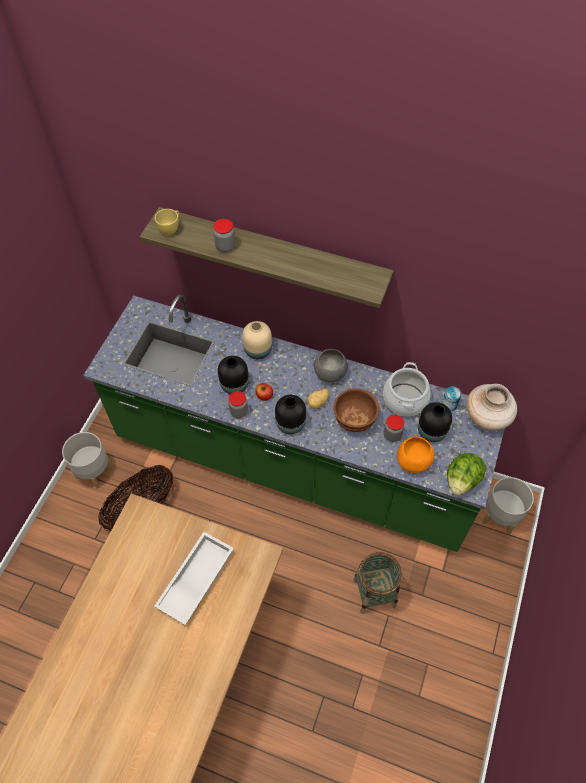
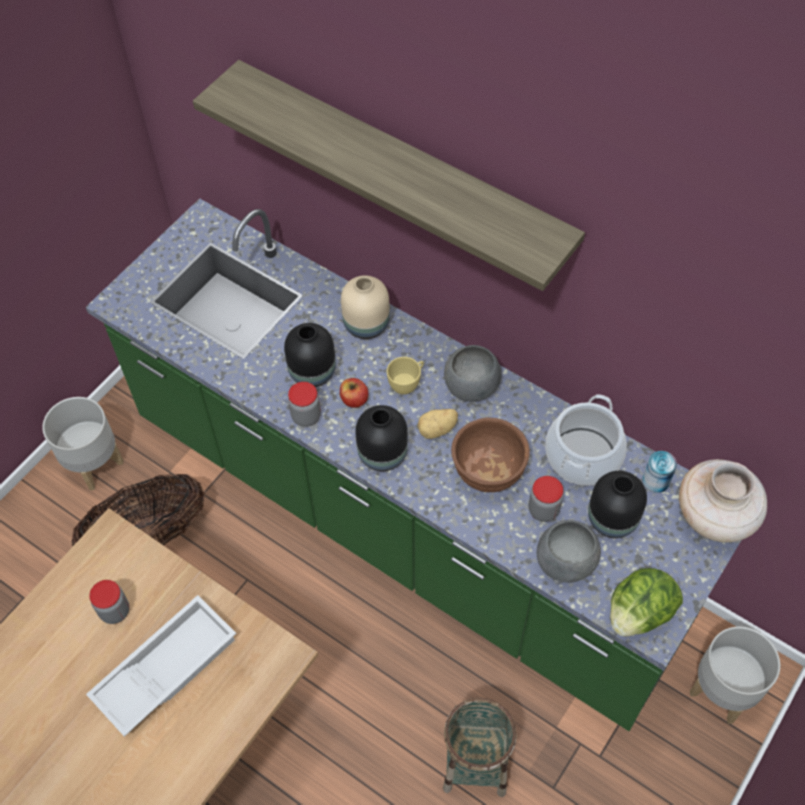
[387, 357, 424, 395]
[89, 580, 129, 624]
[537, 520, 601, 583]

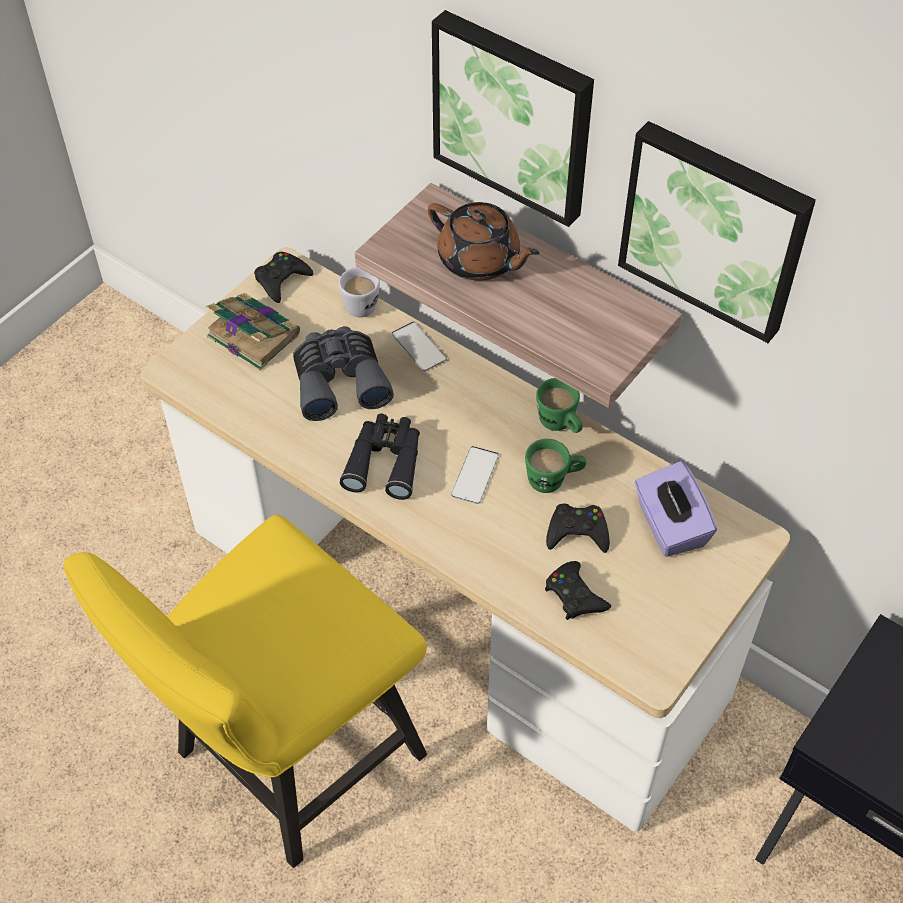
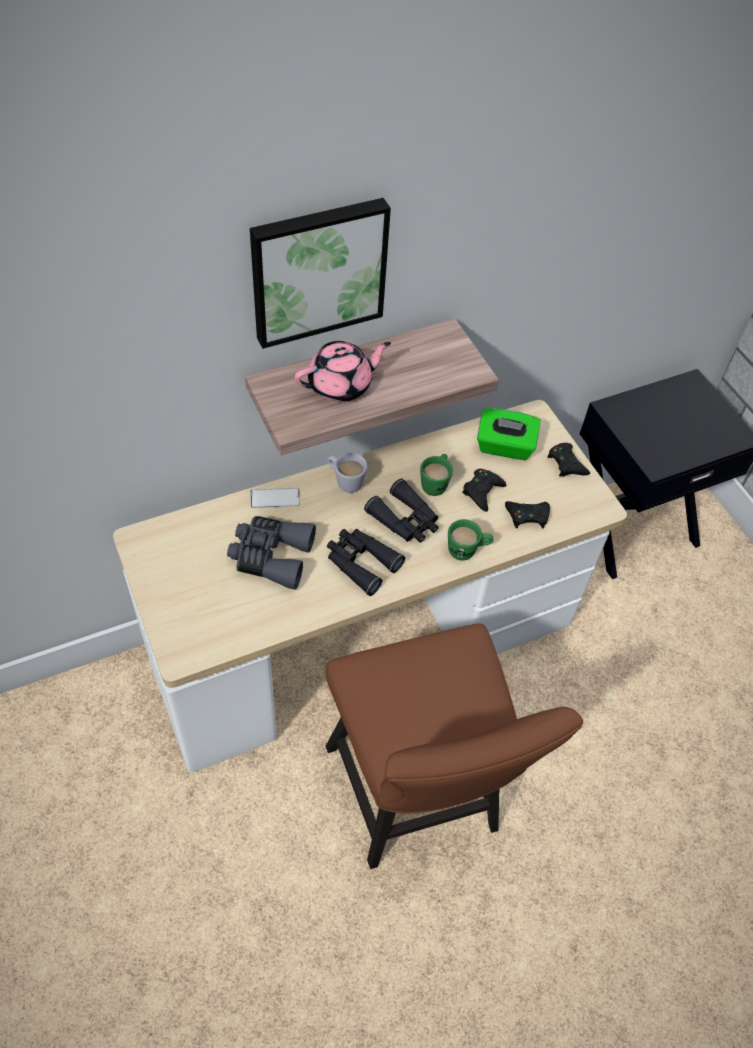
[618, 121, 816, 343] (first image)
[295, 341, 391, 402]
[548, 443, 590, 477]
[327, 453, 367, 493]
[206, 293, 300, 370] (first image)
[448, 519, 494, 560]
[364, 479, 439, 543]
[477, 408, 541, 460]
[326, 623, 583, 869]

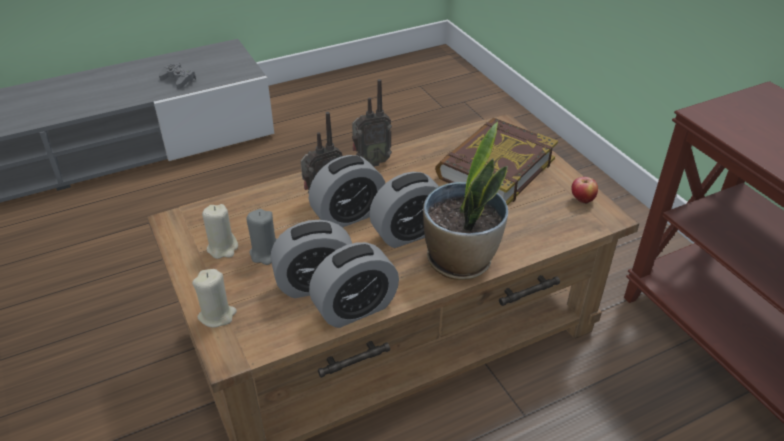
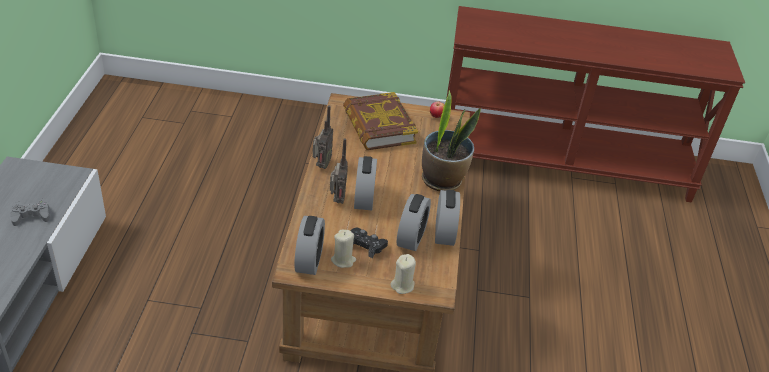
[294, 216, 325, 275]
[351, 227, 388, 258]

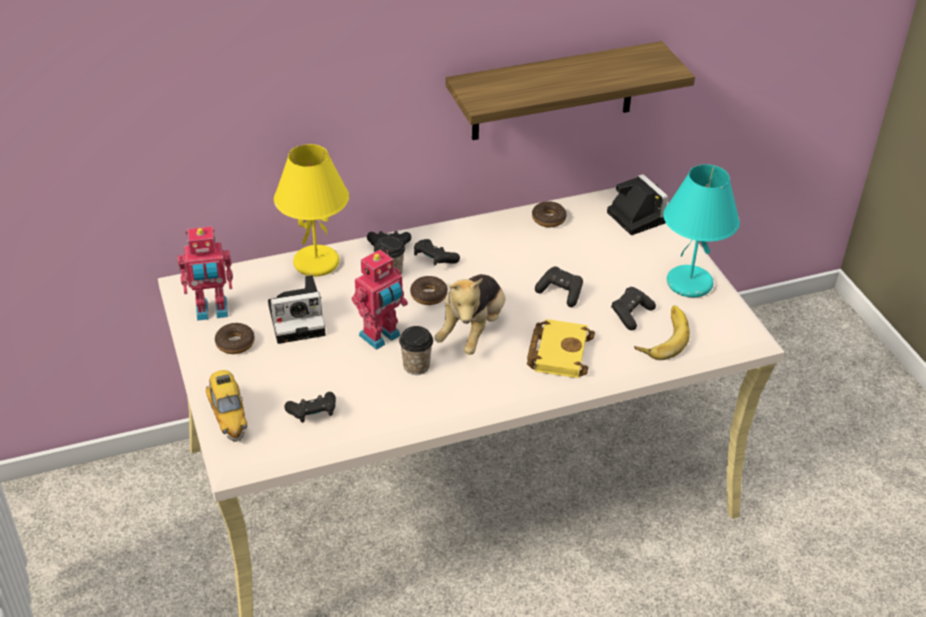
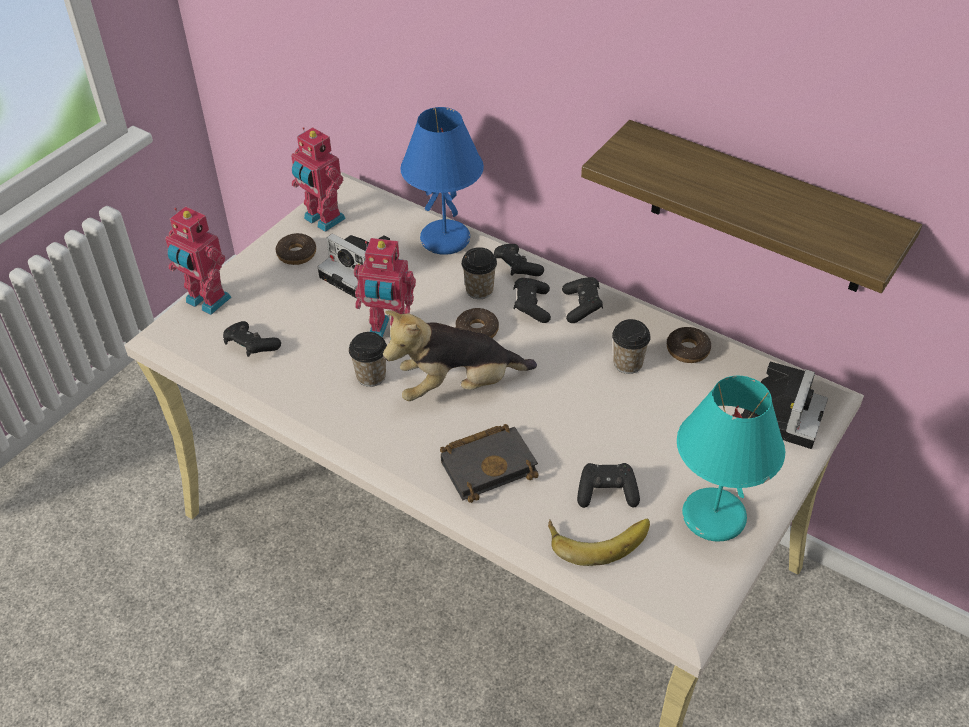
[400, 107, 484, 255]
[562, 277, 603, 323]
[440, 424, 539, 503]
[165, 206, 232, 315]
[612, 319, 651, 374]

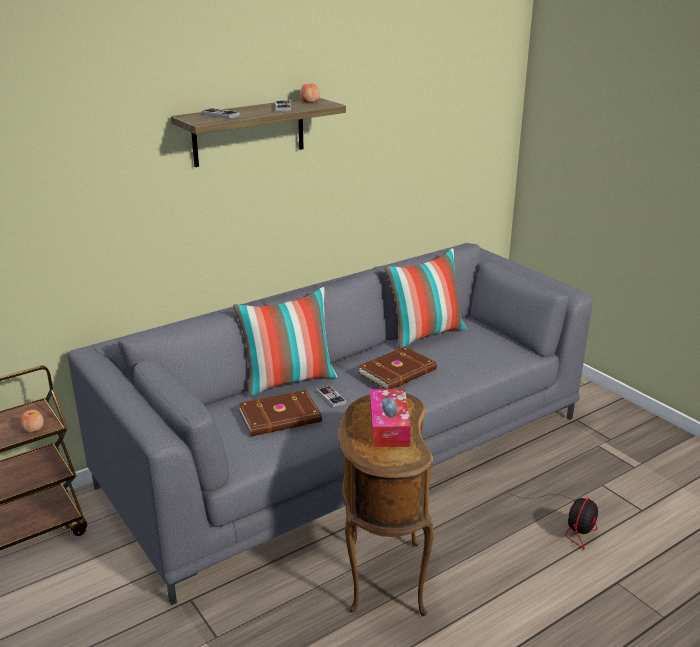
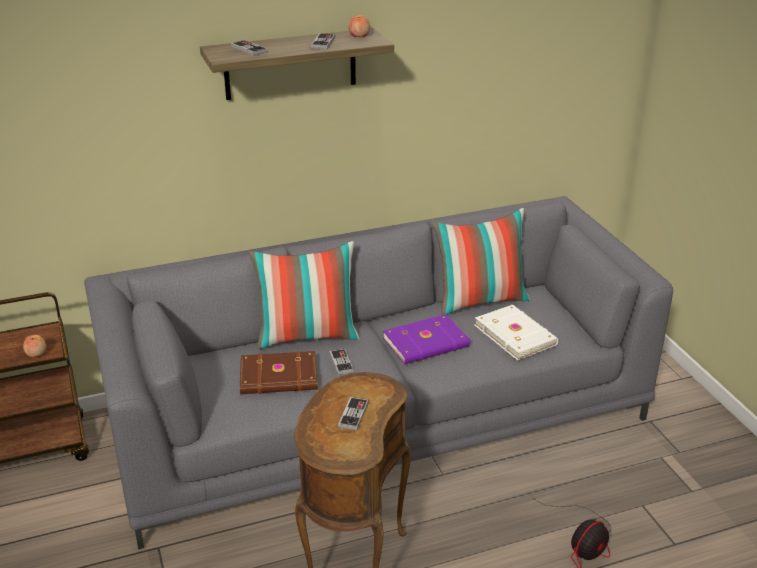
[383, 314, 470, 364]
[338, 397, 369, 430]
[475, 305, 558, 360]

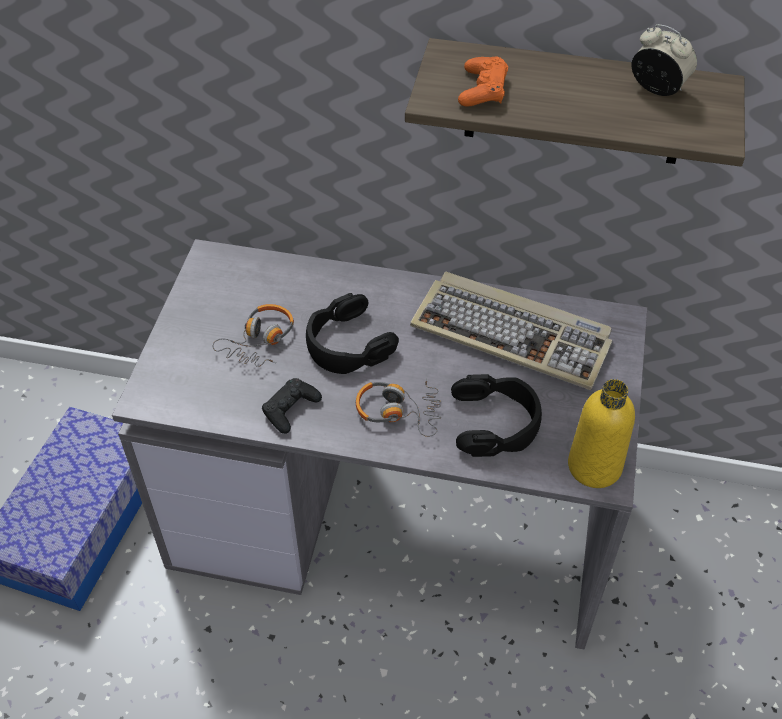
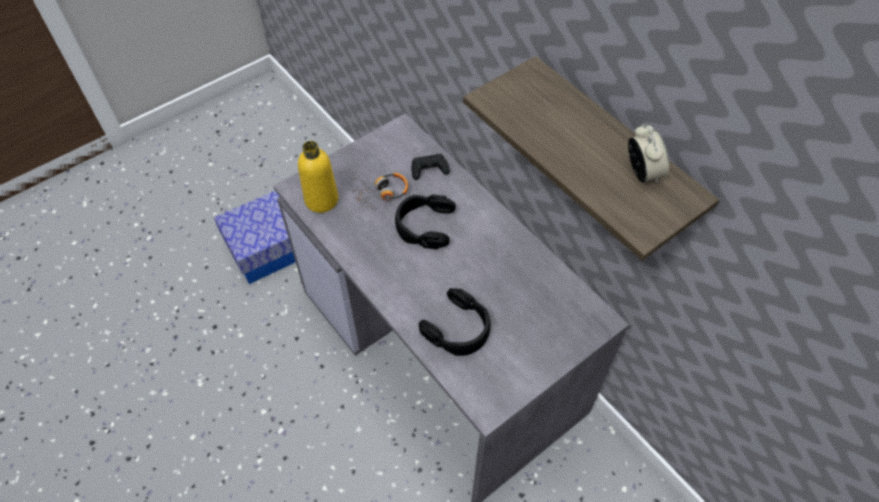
[458, 57, 508, 106] (first image)
[410, 272, 612, 390] (first image)
[412, 154, 450, 180]
[356, 378, 441, 437] (first image)
[298, 141, 338, 213]

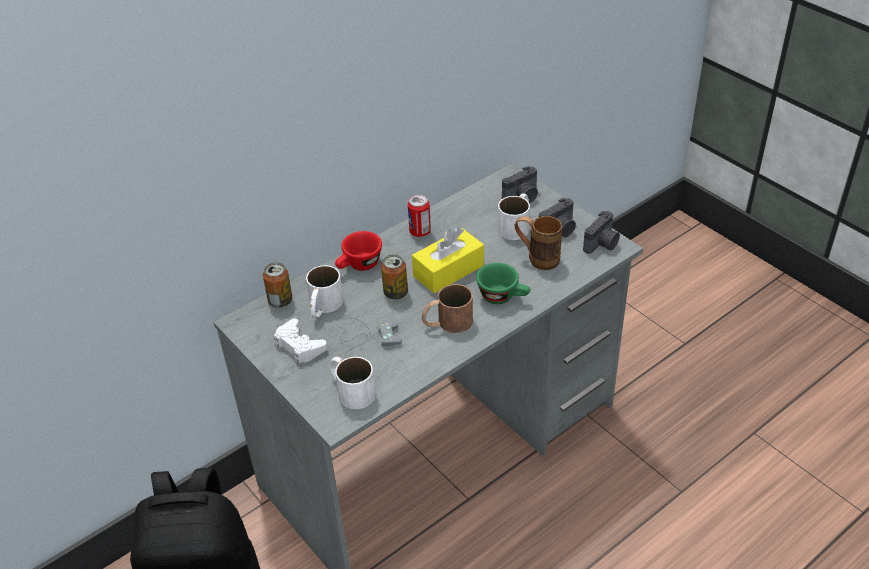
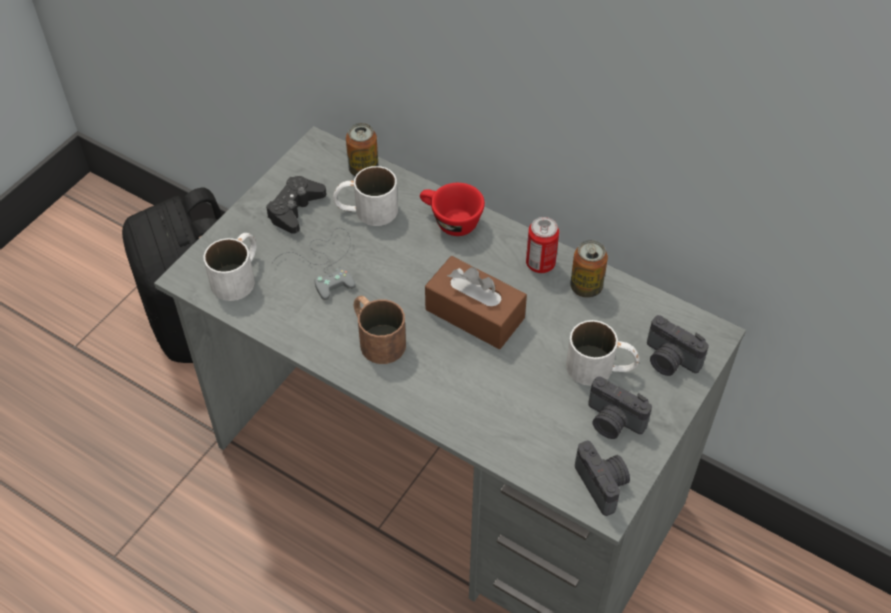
[575, 441, 630, 516]
[515, 216, 562, 270] (first image)
[425, 256, 527, 349]
[570, 240, 608, 298]
[476, 263, 531, 304] (first image)
[266, 176, 326, 234]

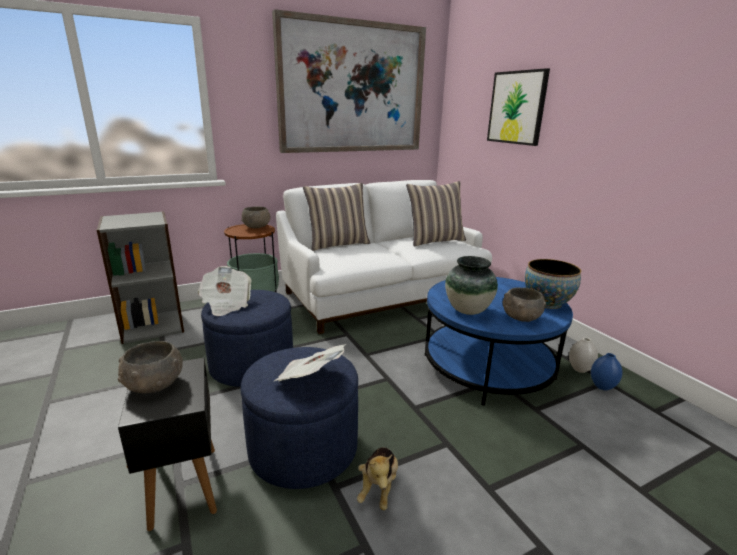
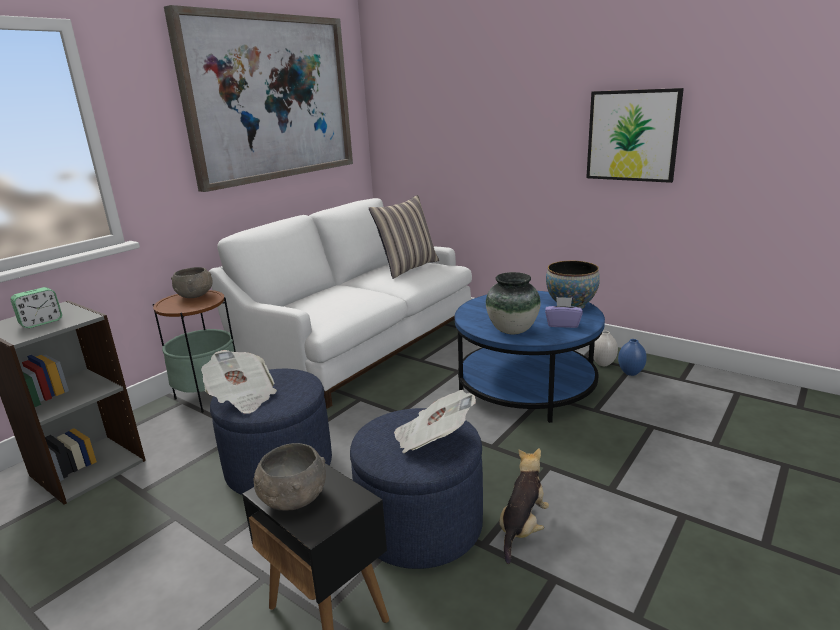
[586, 88, 684, 183]
[303, 183, 370, 251] (first image)
[545, 297, 583, 328]
[500, 448, 549, 564]
[11, 287, 62, 328]

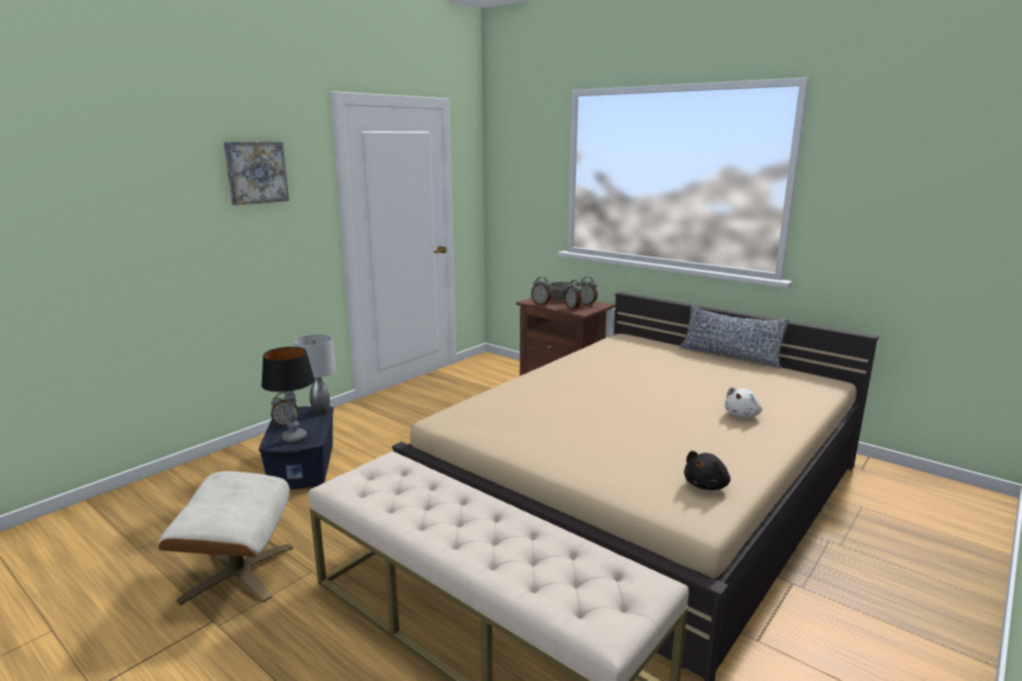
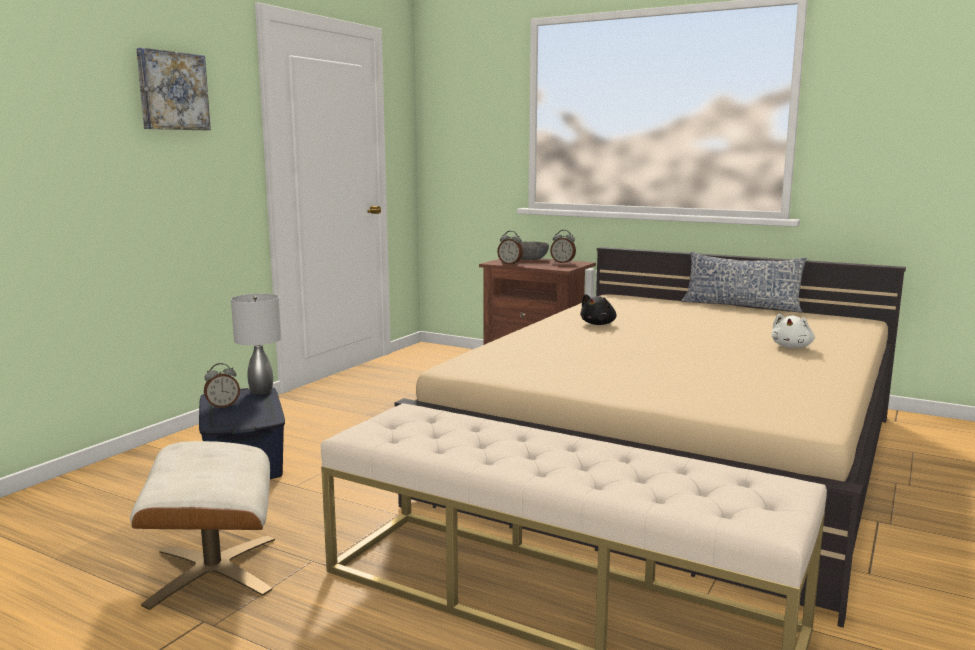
[565, 280, 582, 310] (first image)
[261, 347, 315, 443] (first image)
[580, 294, 617, 325]

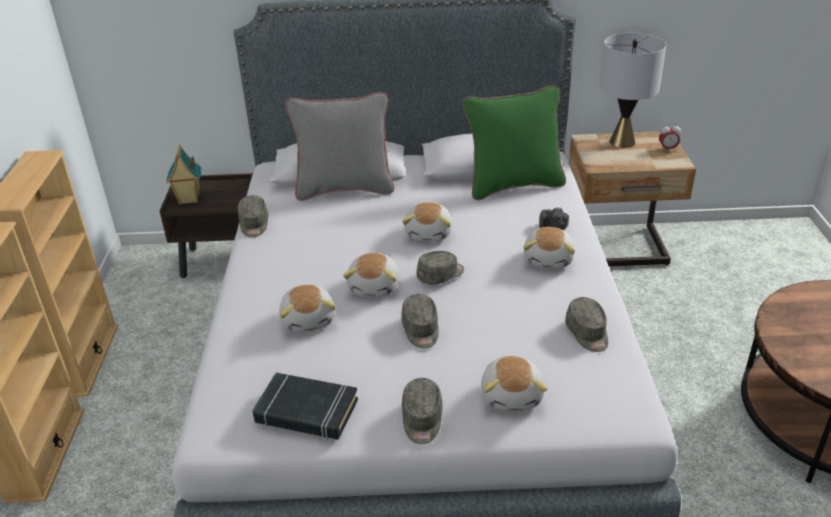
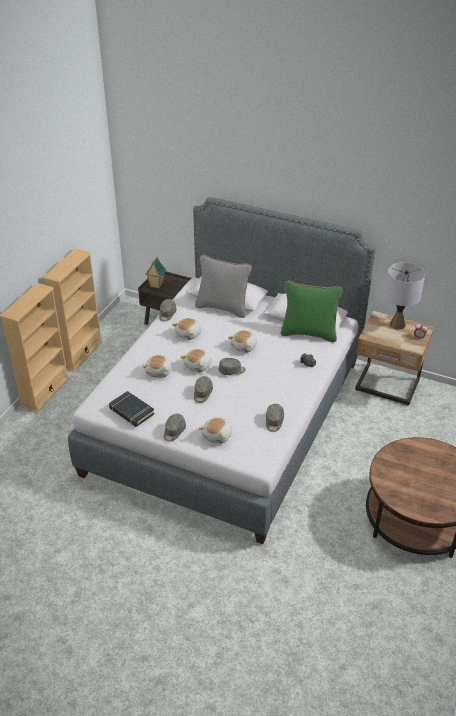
[172, 318, 202, 340]

